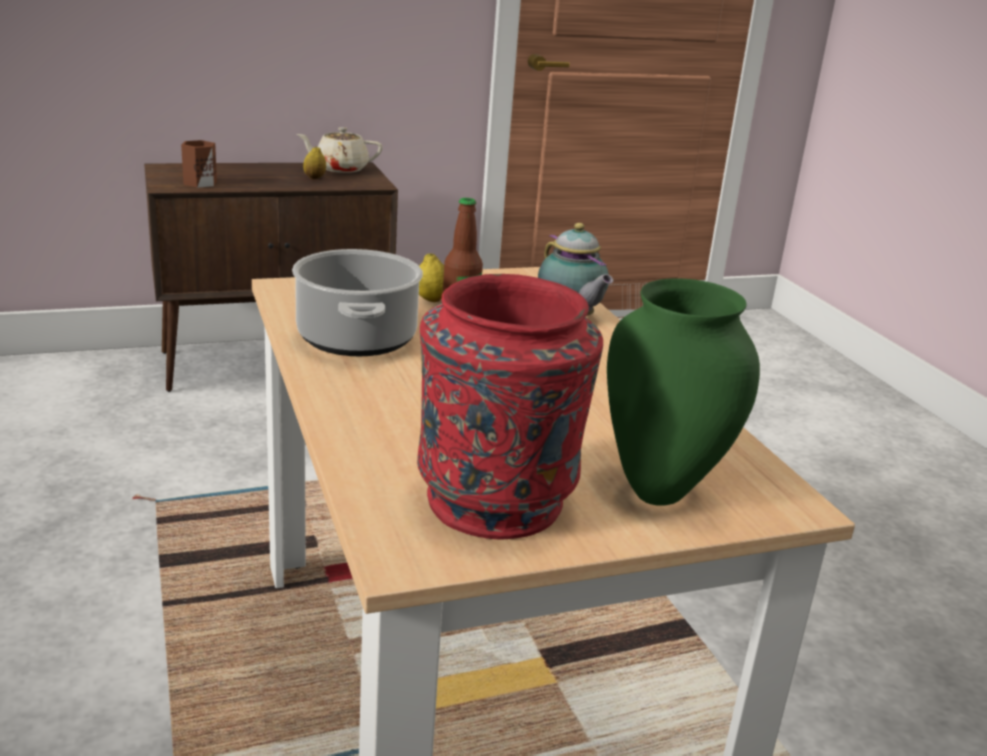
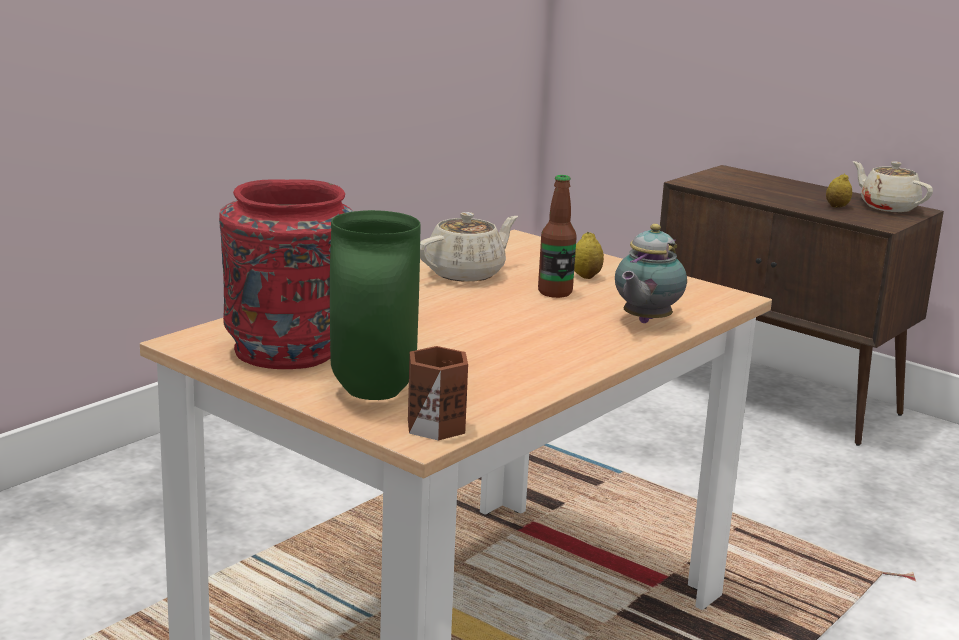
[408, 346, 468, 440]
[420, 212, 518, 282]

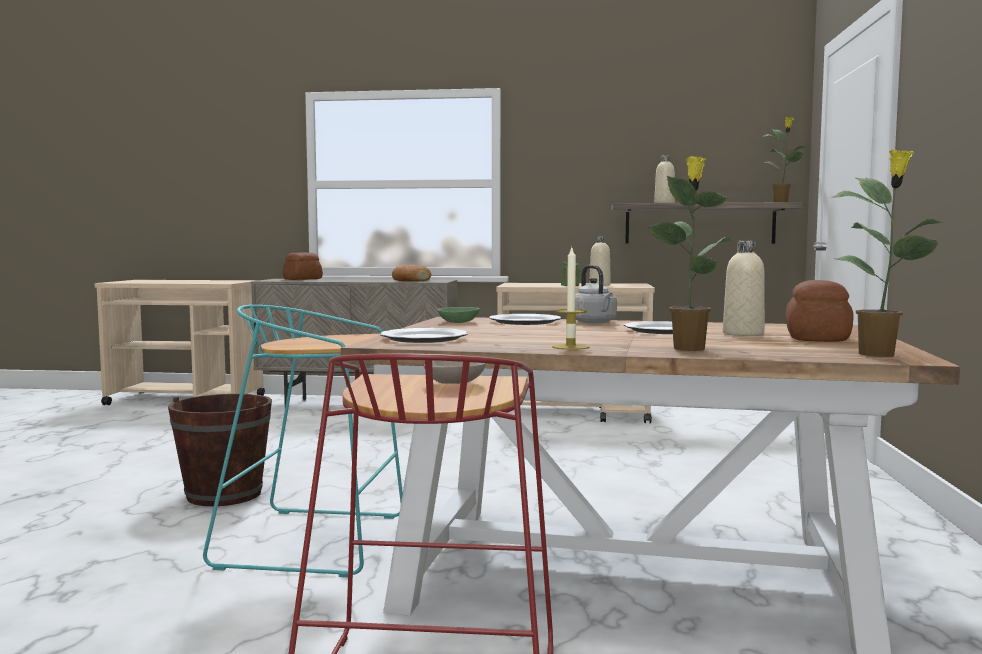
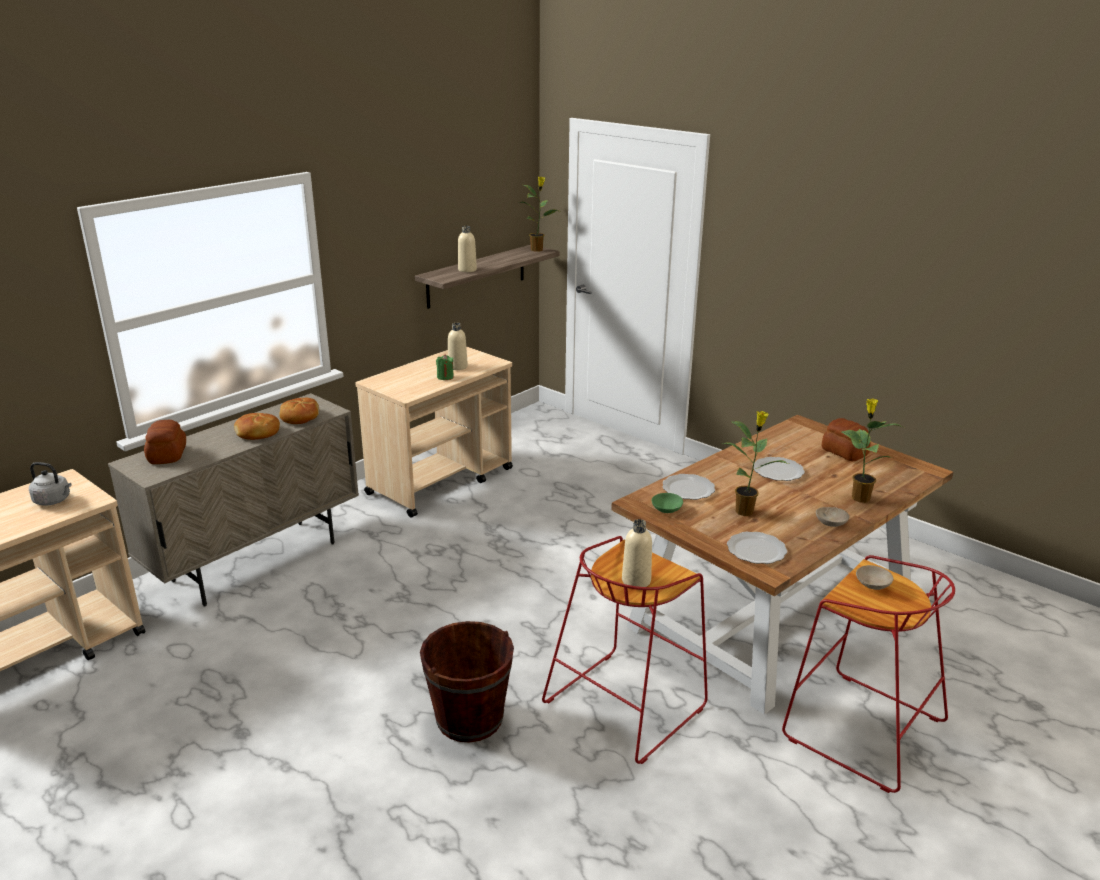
[721, 411, 789, 516]
[622, 519, 652, 587]
[816, 507, 849, 527]
[29, 462, 72, 506]
[542, 536, 708, 764]
[234, 413, 280, 440]

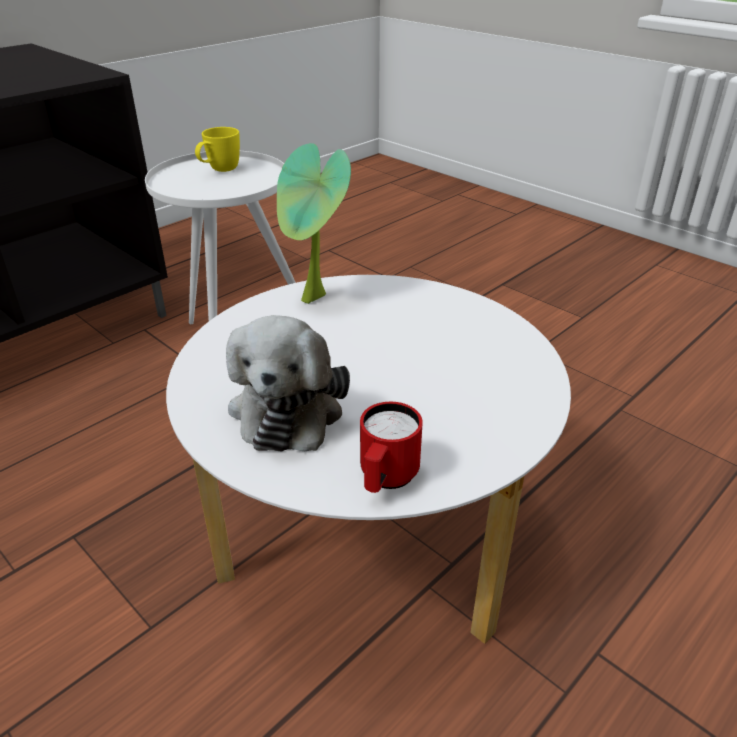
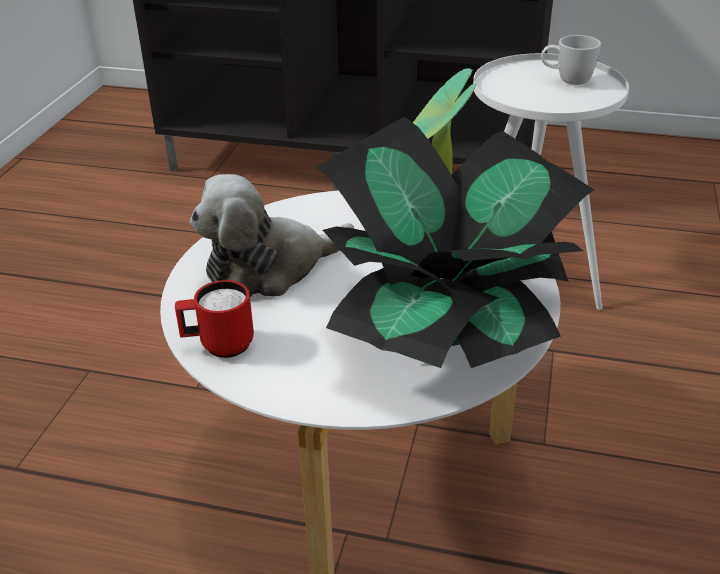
[541, 35, 601, 85]
[315, 117, 594, 368]

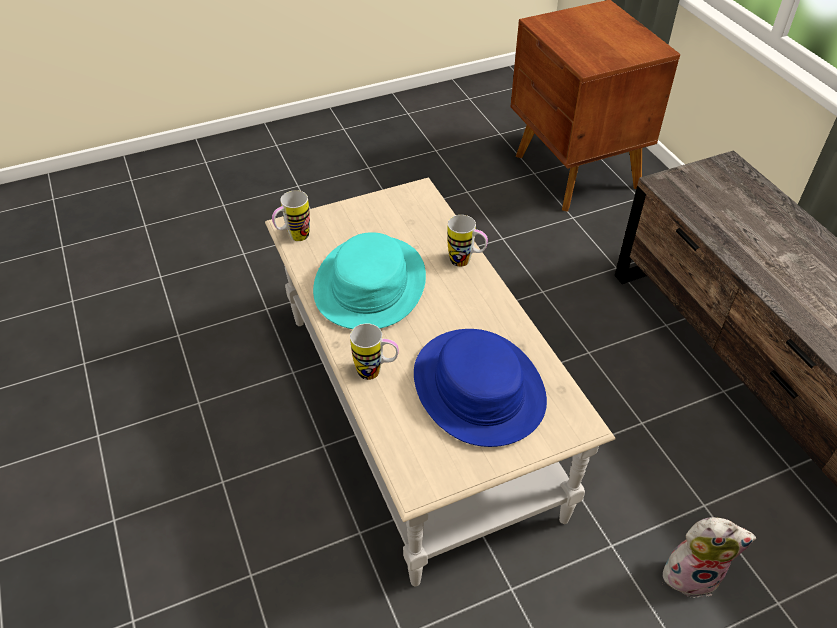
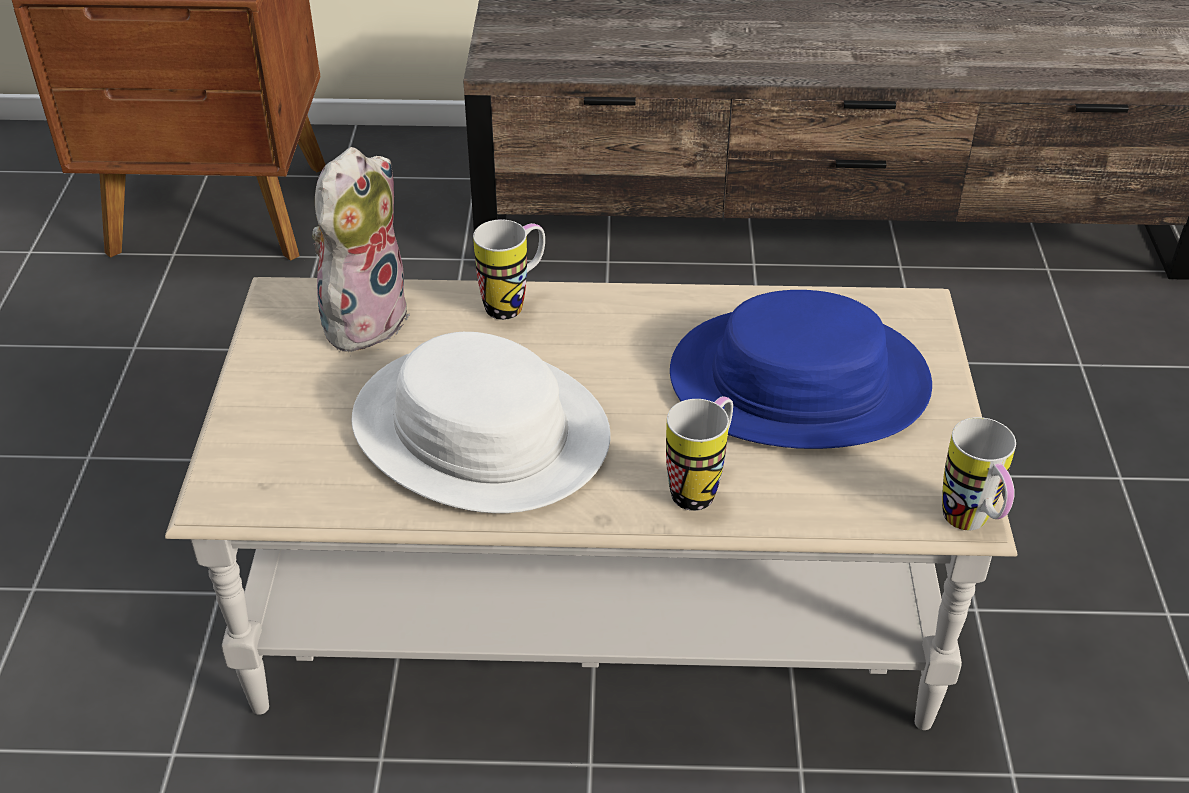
[942, 417, 1016, 530]
[351, 332, 611, 513]
[312, 147, 410, 352]

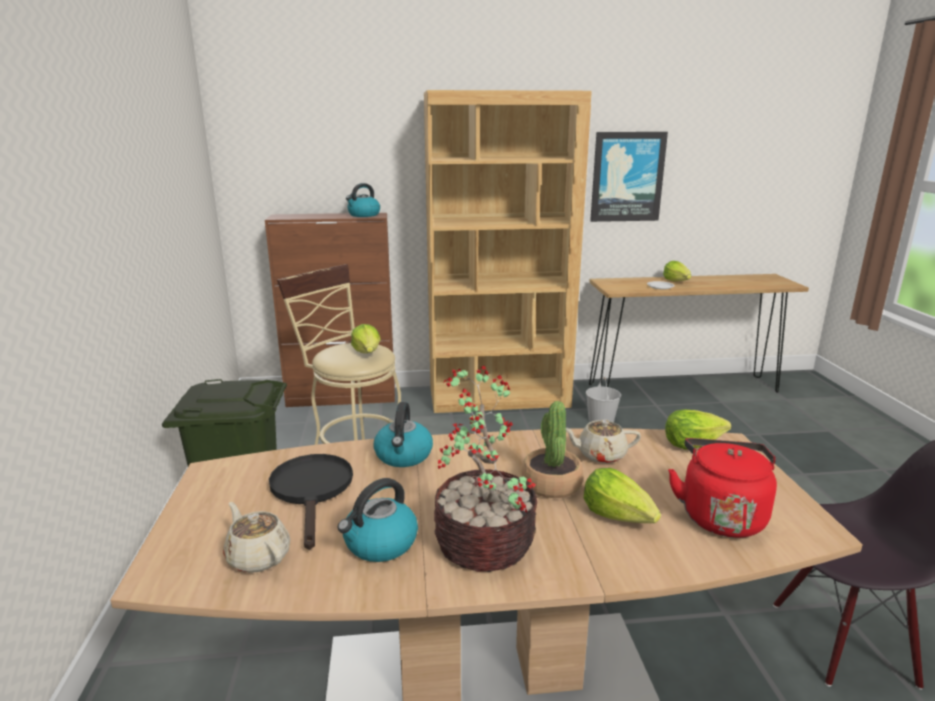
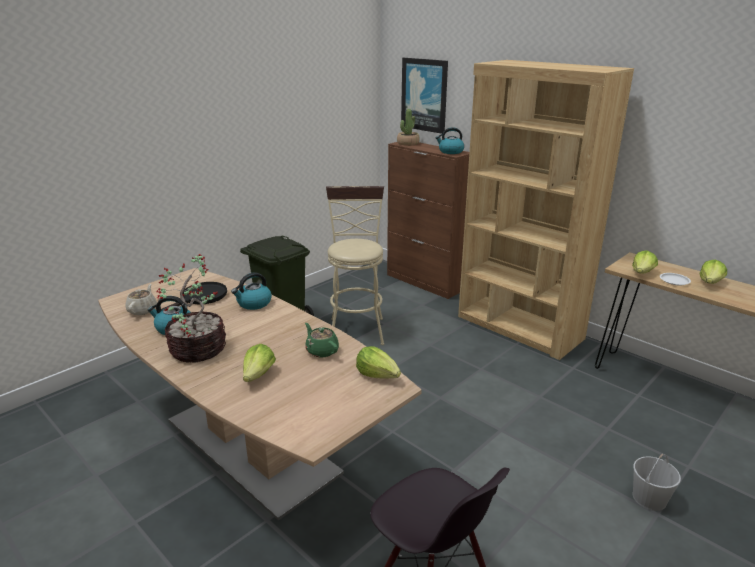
[401, 58, 448, 134]
[632, 250, 658, 274]
[633, 454, 681, 511]
[397, 109, 420, 146]
[305, 323, 339, 358]
[668, 438, 777, 538] (first image)

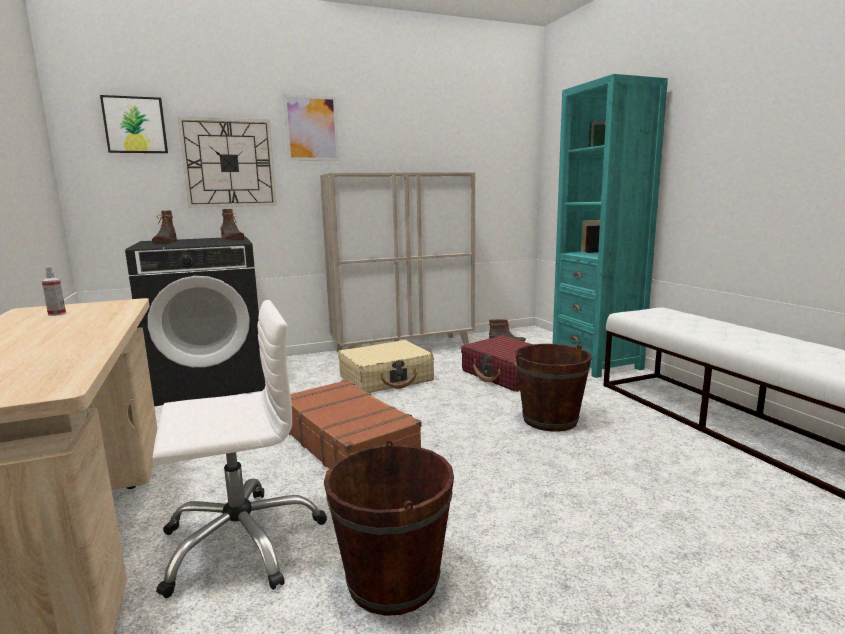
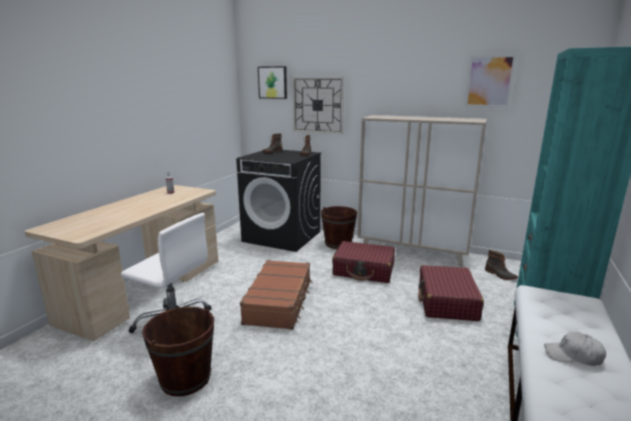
[465, 55, 516, 108]
[332, 241, 395, 283]
[321, 206, 357, 249]
[544, 331, 606, 366]

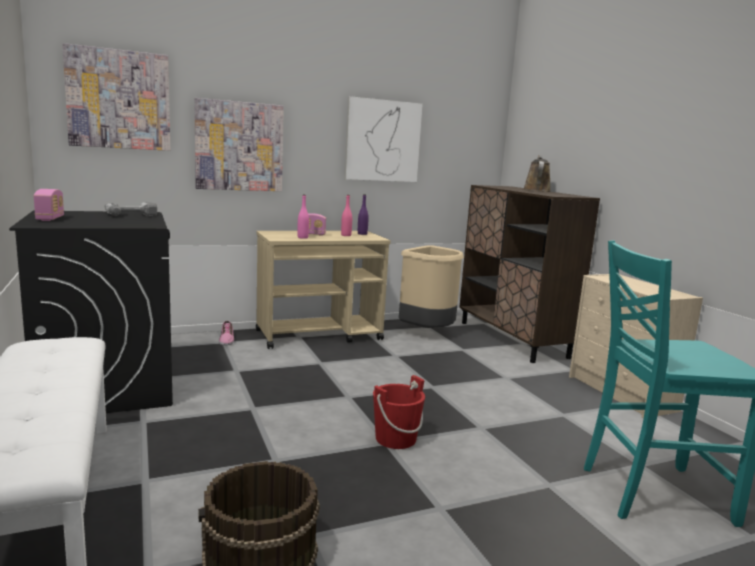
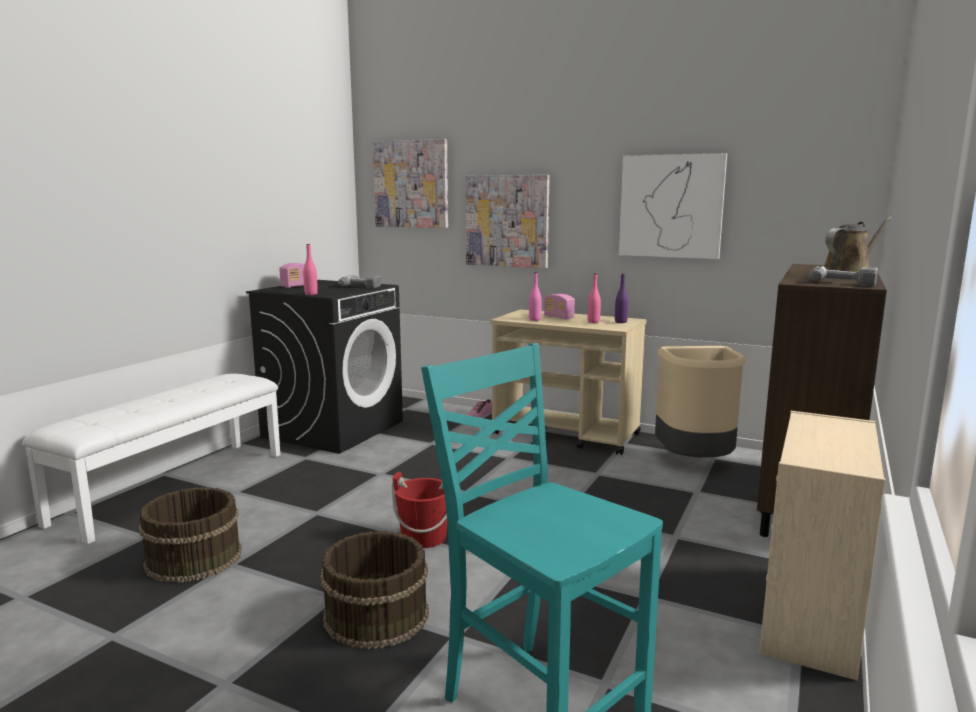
[303, 244, 318, 295]
[810, 266, 878, 286]
[320, 530, 429, 649]

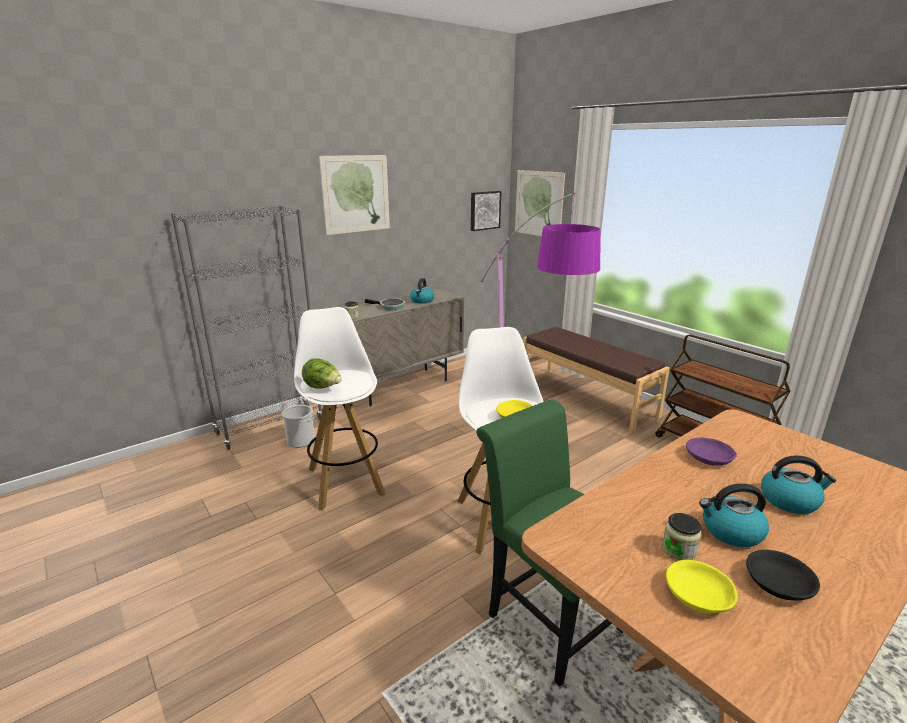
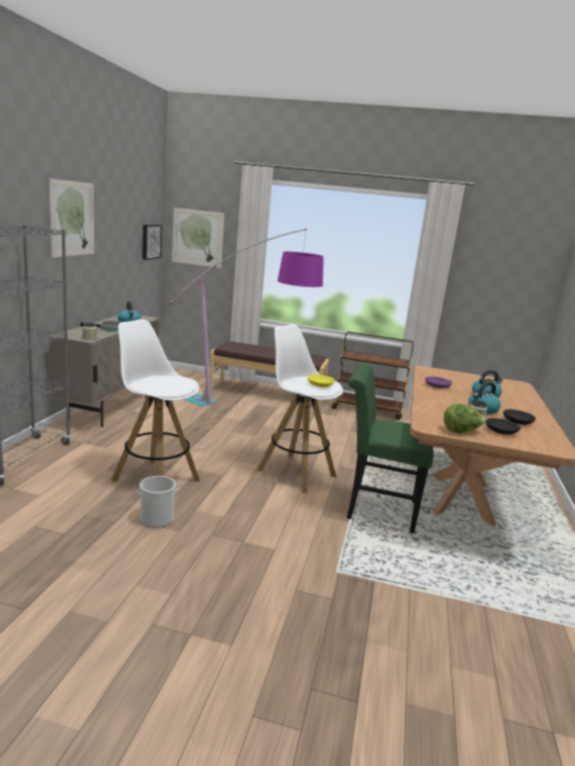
[444, 404, 487, 433]
[137, 476, 179, 528]
[486, 418, 521, 435]

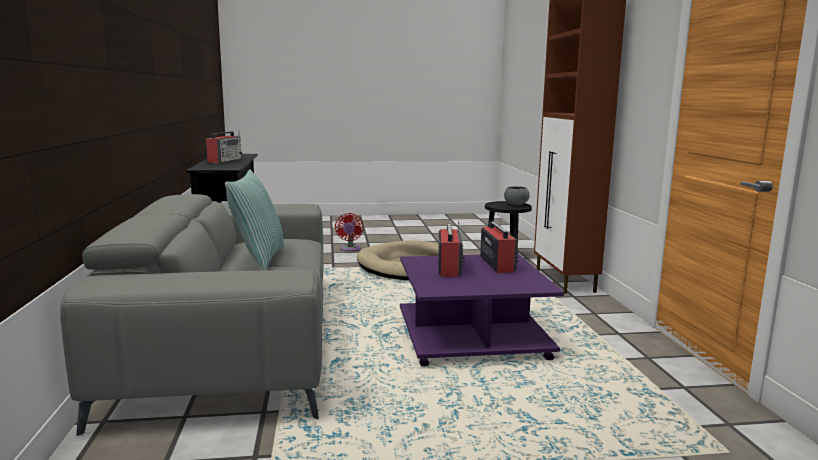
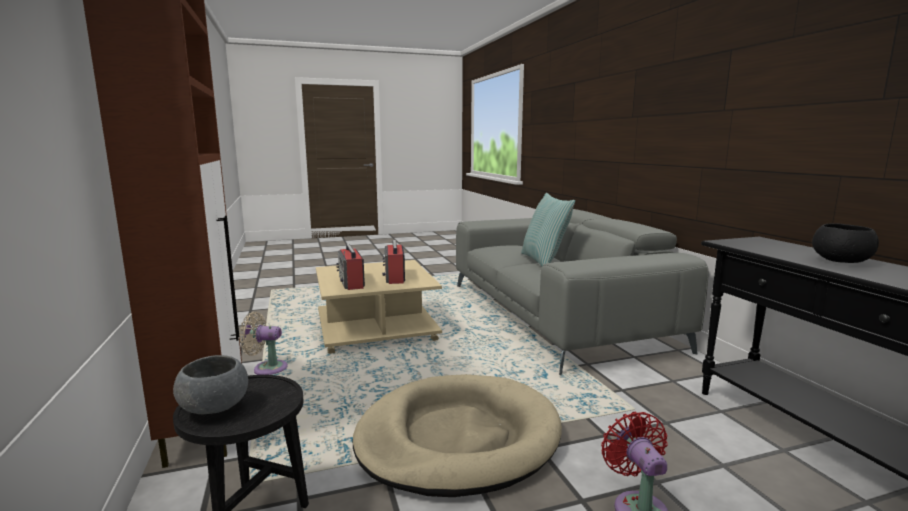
[812, 223, 879, 263]
[316, 260, 442, 354]
[240, 312, 288, 375]

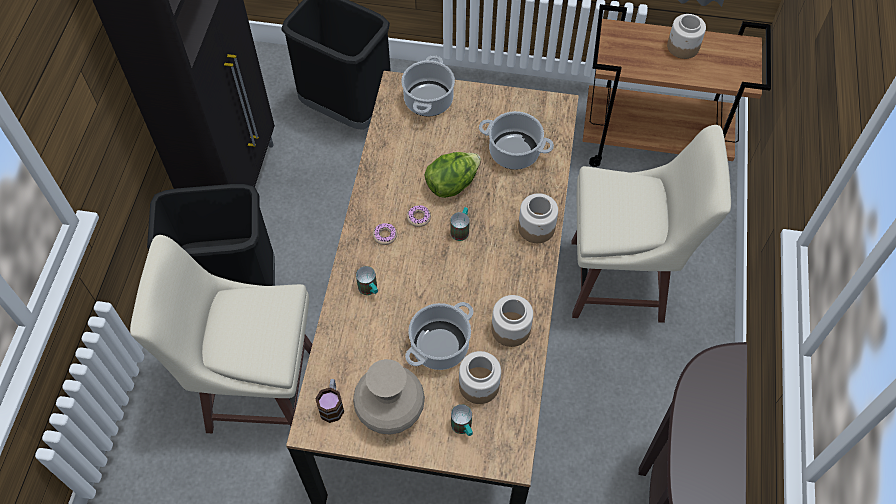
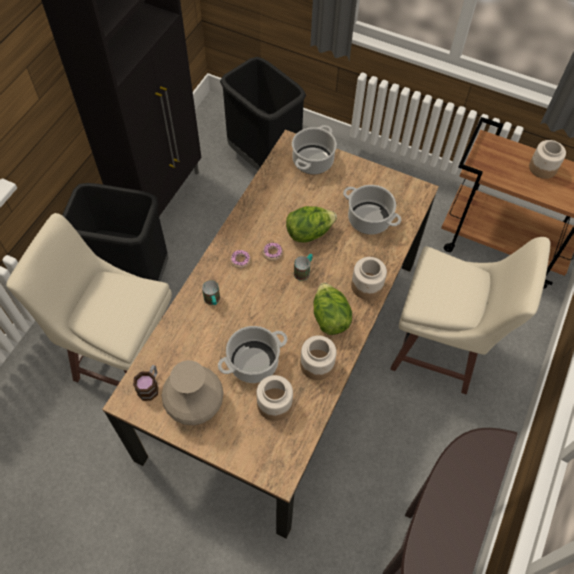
[451, 404, 473, 436] (first image)
[313, 283, 352, 335]

